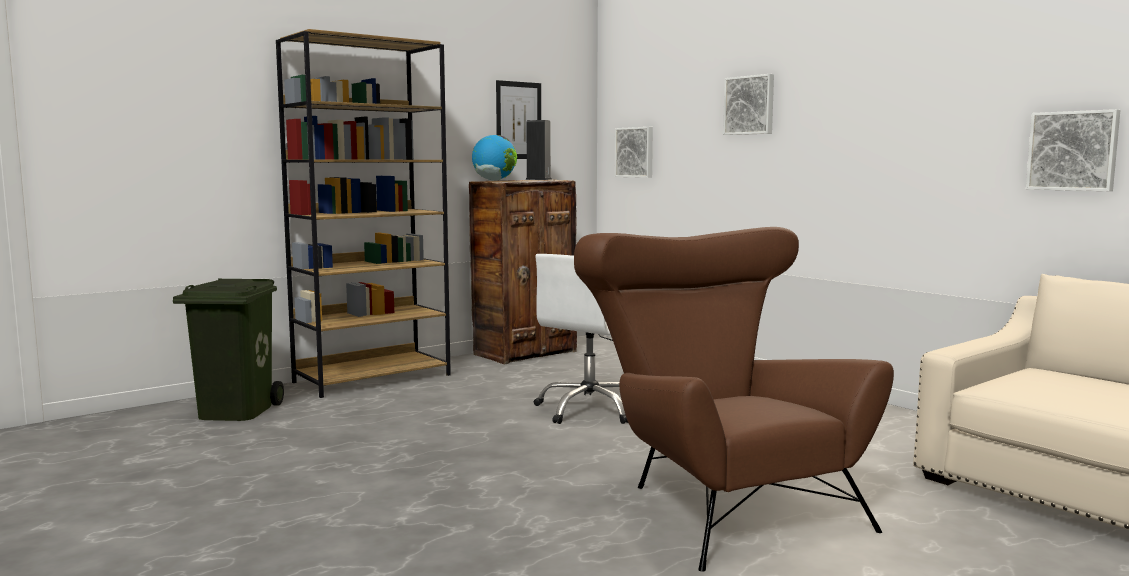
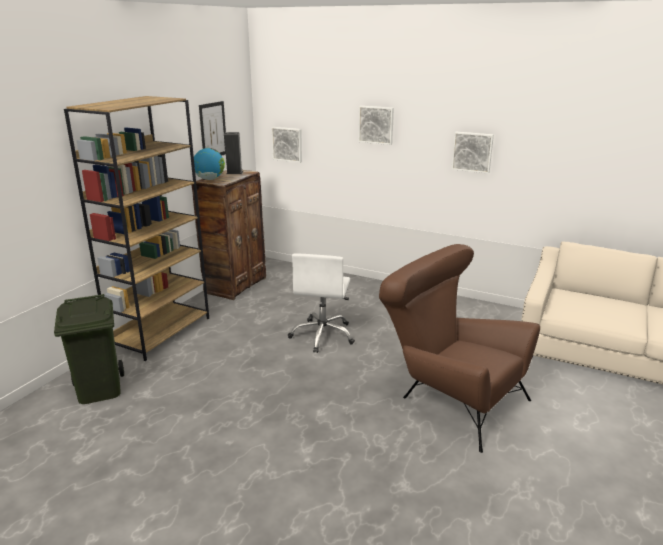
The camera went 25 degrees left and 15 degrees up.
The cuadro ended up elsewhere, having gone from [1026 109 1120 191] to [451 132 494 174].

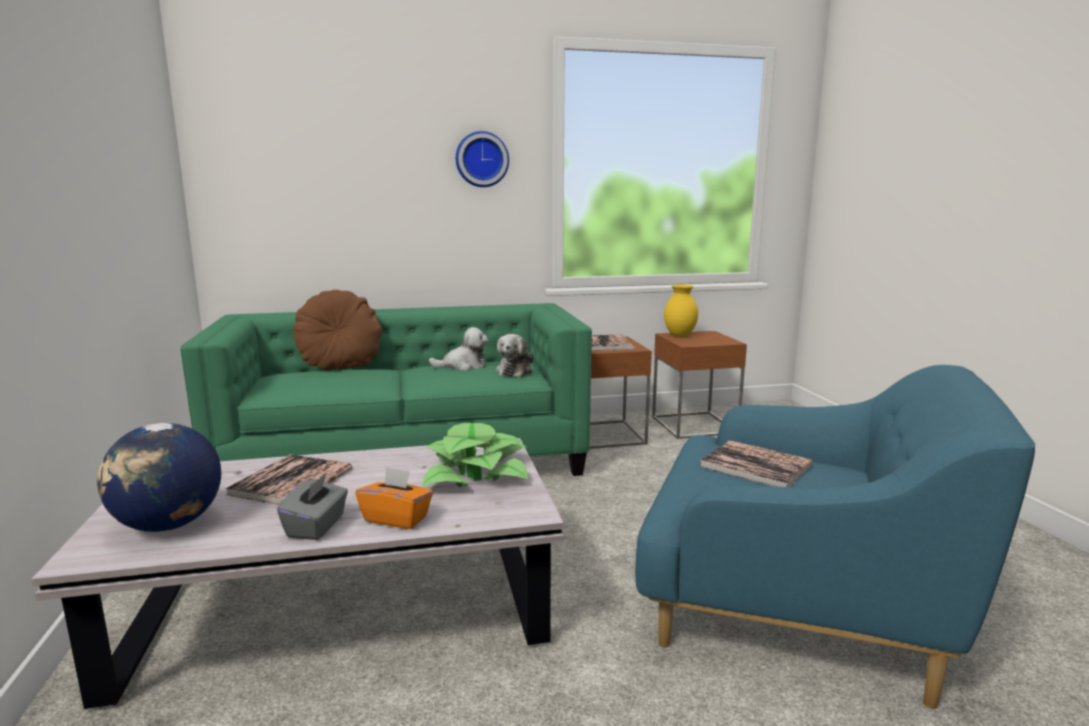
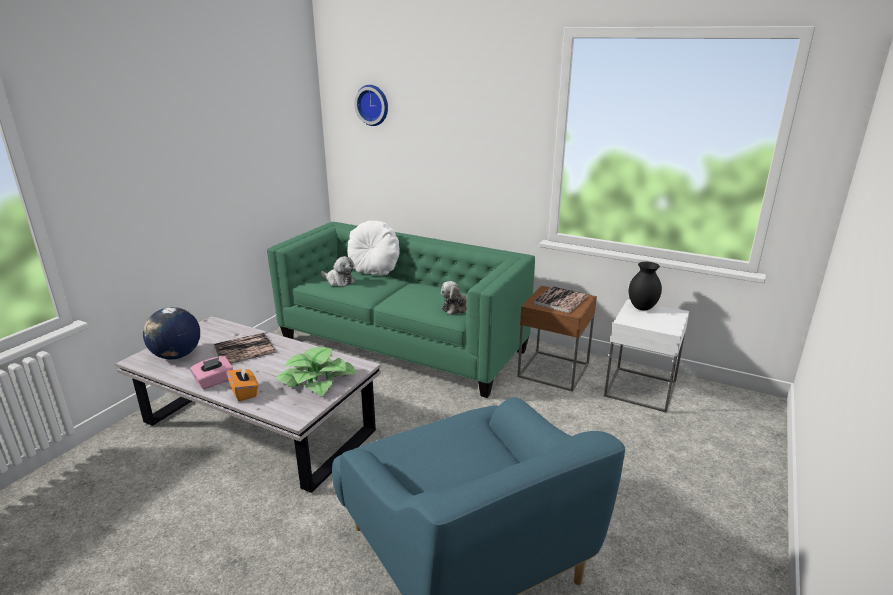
The camera went 40 degrees right and 10 degrees up.
The reloj de pared ended up elsewhere, having gone from [456 131 509 187] to [354 85 388 126].
What was the florero/amarillo at [664 285 698 337] turned into the florero/negro at [629 262 662 311].
What was the cojín/marrón at [293 290 382 370] turned into the cojín/blanco at [347 220 400 275].
The peluche ended up elsewhere, having gone from [429 327 489 371] to [321 256 355 287].
What was the mesa auxiliar/marrón at [652 331 747 439] turned into the mesa auxiliar/blanco at [604 299 689 413].
The second view lost the libro at [699 440 813 487].
What was the caja de pañuelos/gris at [277 473 348 540] turned into the caja de pañuelos/rosa at [190 356 233 389].

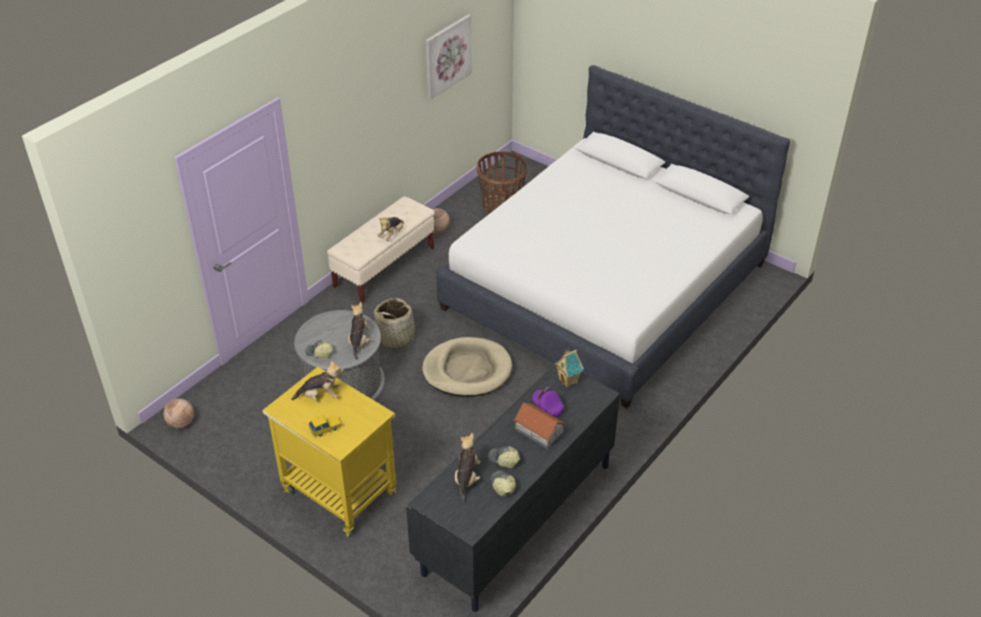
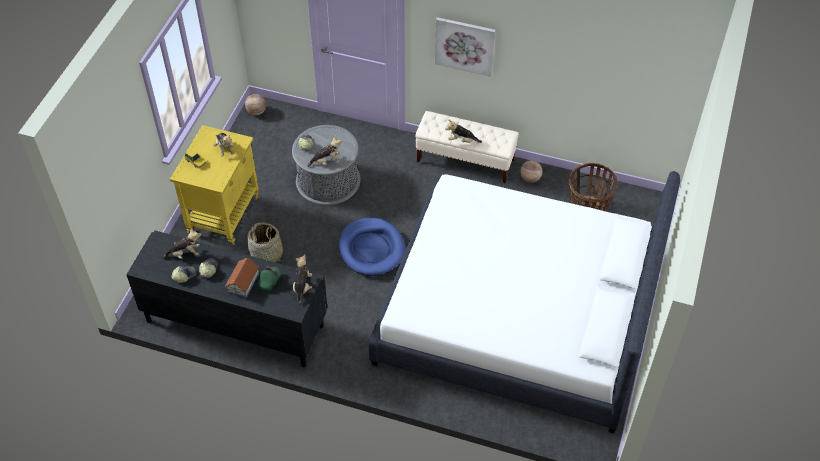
The camera went 70 degrees right and 10 degrees up.
The cuadro ended up elsewhere, having gone from [426 14 472 100] to [435 17 496 77].
The cesta ended up elsewhere, having gone from [374 298 422 349] to [247 222 283 263].
What was the cama para perro/beis at [422 337 512 397] turned into the cama para perro/azul at [339 218 406 276].
Where the casita stood at [555 348 584 387], the peluche came to stand at [293 255 312 306].
What was the gorra/morado at [532 387 564 417] turned into the gorra/verde at [258 267 281 291].

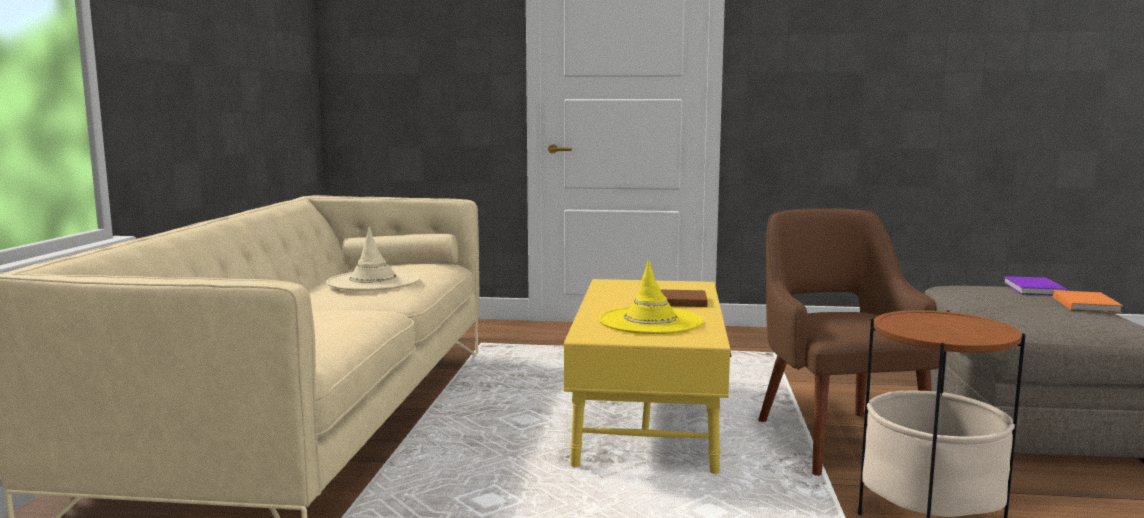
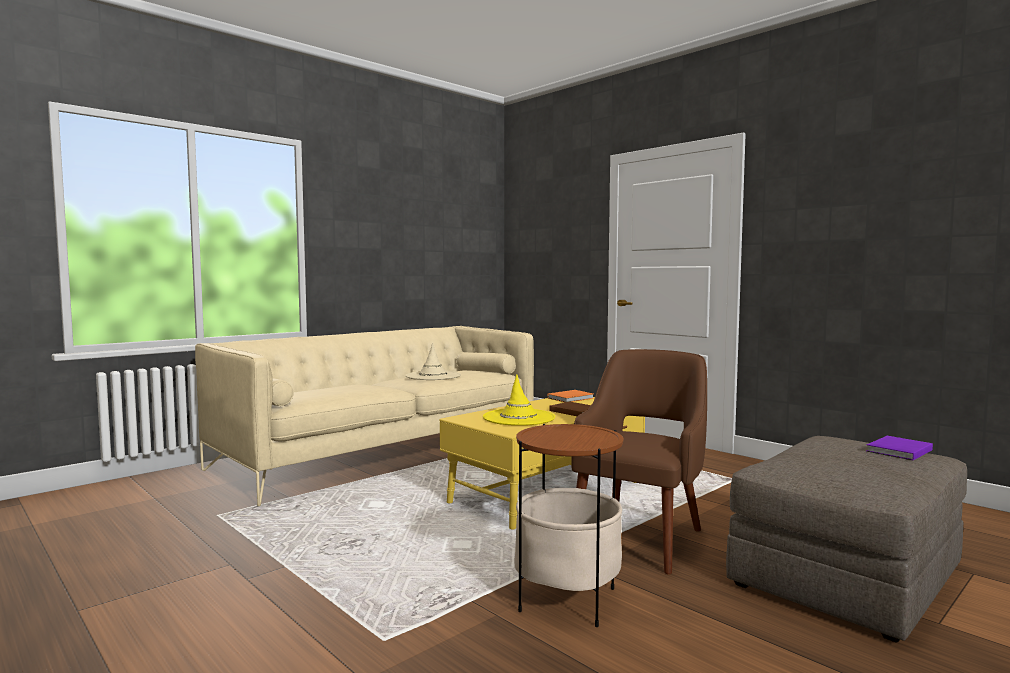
The camera went 40 degrees right and 5 degrees down.
The libro/naranja ended up elsewhere, having gone from [1053 290 1123 313] to [547 390 594 402].

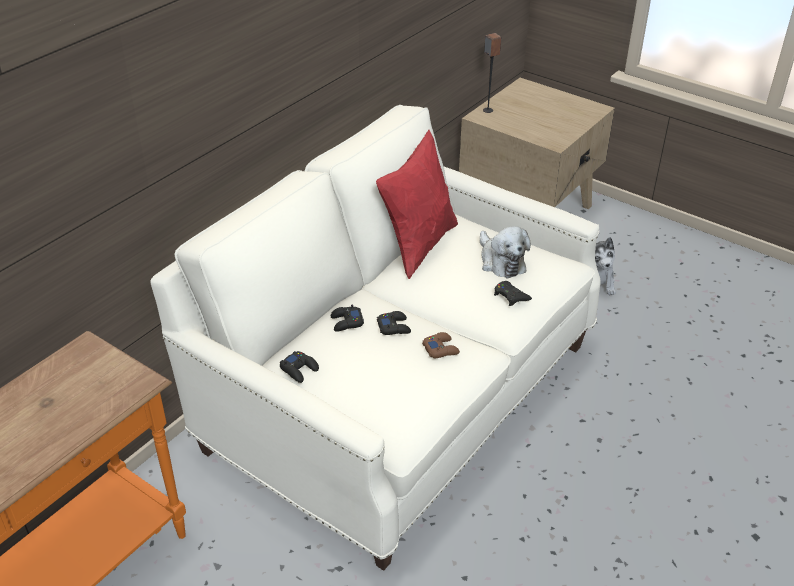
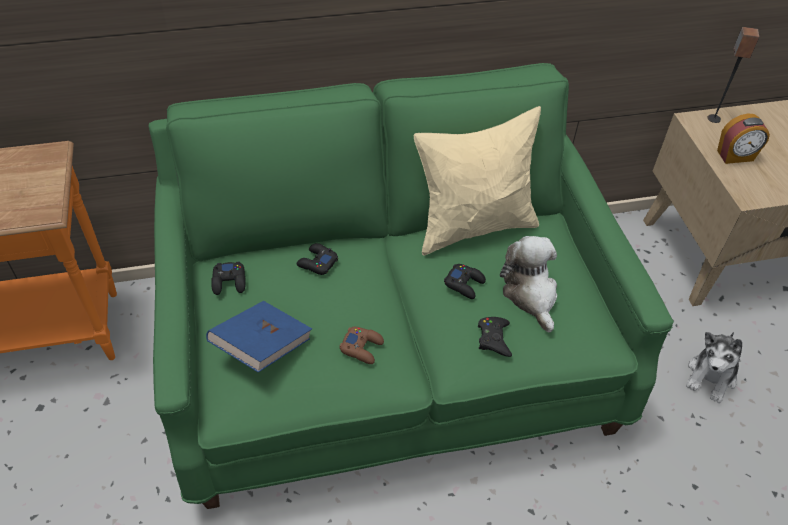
The camera went 40 degrees right and 10 degrees up.
What was the sofá/blanco at [151 105 601 571] turned into the sofá/verde at [149 63 674 509].
What was the cojín/rojo at [376 130 458 279] turned into the cojín/beis at [414 106 541 256].
The peluche at [480 226 531 278] ended up facing another way, 150 degrees clockwise from before.
The mando de consola/negro ended up elsewhere, having gone from [377 311 411 335] to [444 264 486 299].
The second view gained the despertador at [717 113 770 164].
The second view gained the libro/azul at [206 301 312 372].

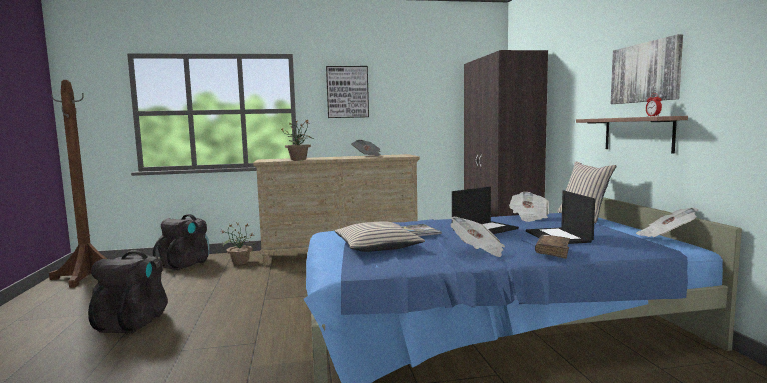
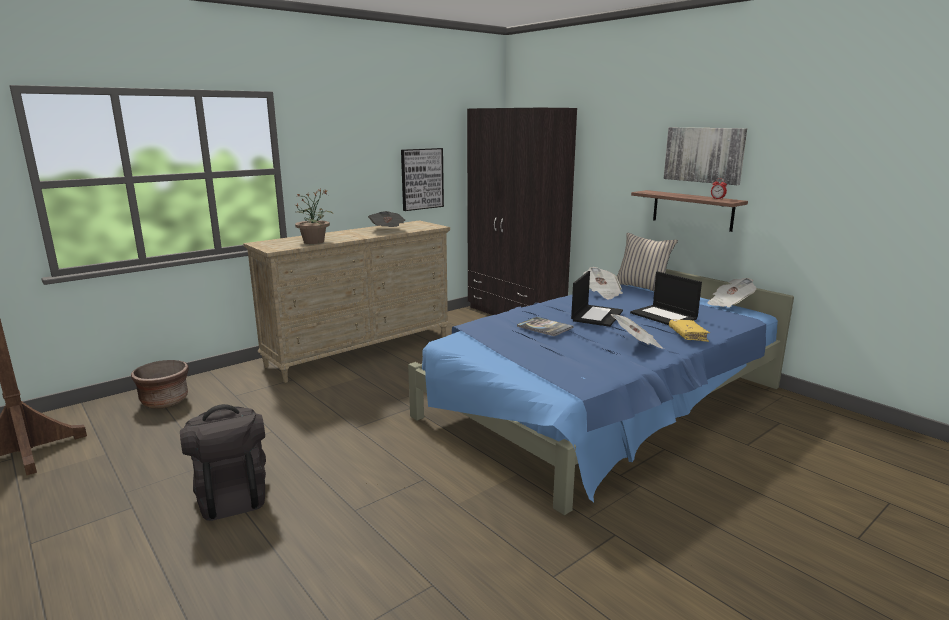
The camera went 30 degrees left and 10 degrees up.
The cuadro ended up elsewhere, having gone from [326 66 369 118] to [401 148 444 211].
Where the mochila/negro stood at [153 214 209 270], the maceta/marrón came to stand at [131 360 189 408].
The second view lost the cojín/beis at [335 221 425 252].
The second view lost the planta en maceta at [222 222 254 265].
What was the libro/marrón at [535 235 570 259] turned into the libro/amarillo at [669 320 710 342].

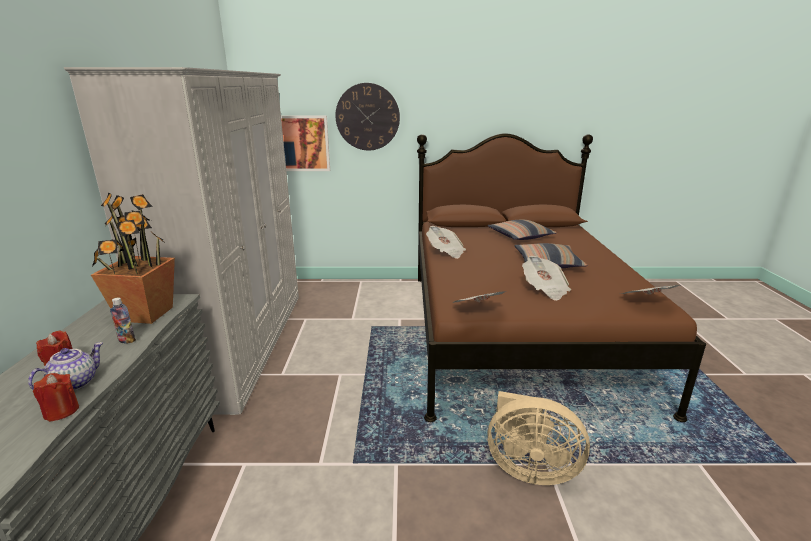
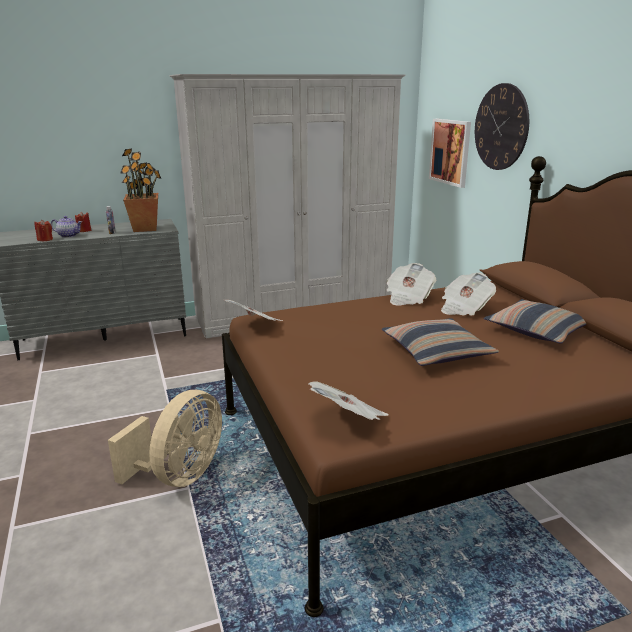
The camera went 70 degrees right and 0 degrees up.
The periódico ended up elsewhere, having gone from [522 256 571 301] to [441 273 496 316].
The ventilador/beis at [488 391 590 485] ended up facing another way, 150 degrees counterclockwise from before.

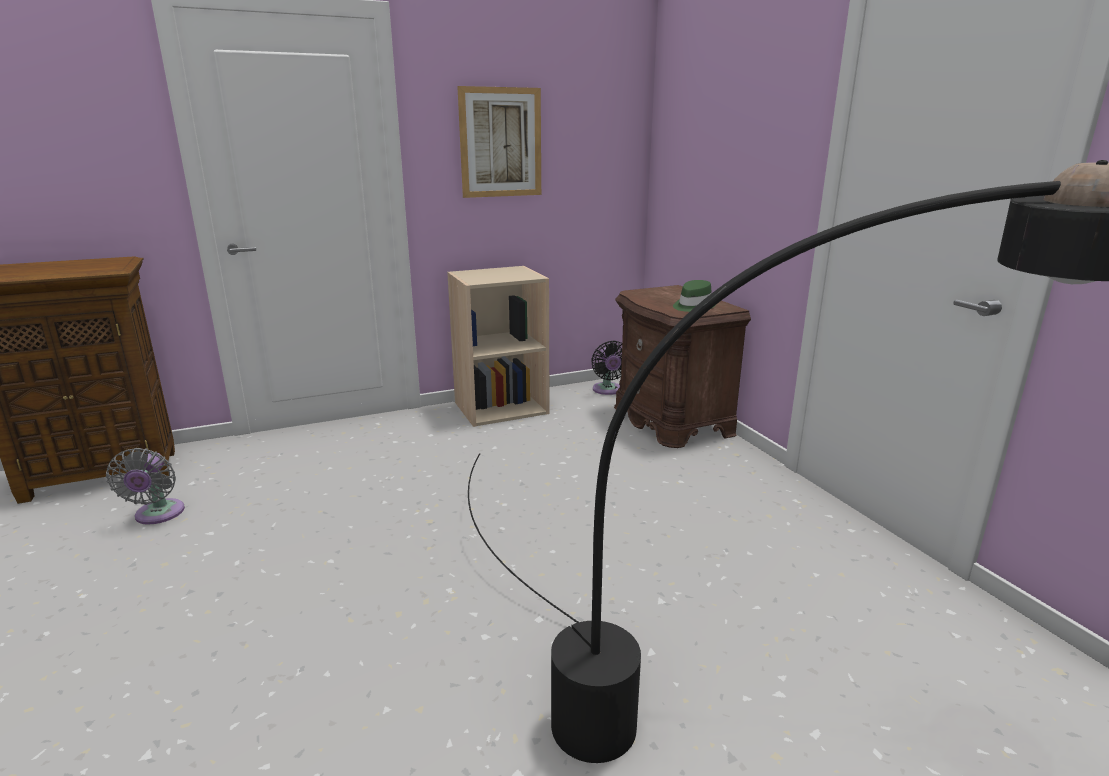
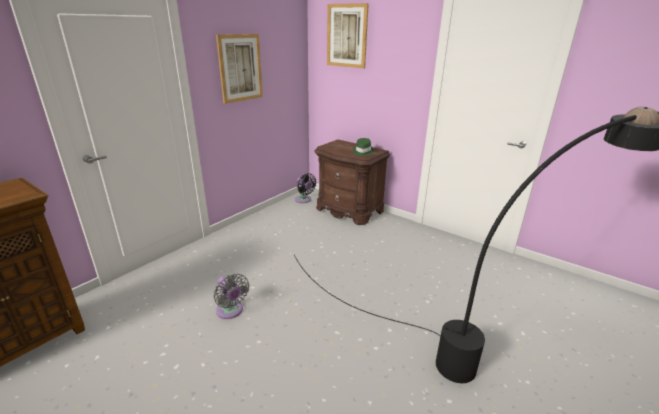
The camera went 30 degrees left and 5 degrees up.
The second view lost the estantería/beis at [447 266 549 427].
The ventilador/gris ended up elsewhere, having gone from [106 448 185 524] to [214 274 249 319].
The second view gained the cuadro at [327 3 369 68].

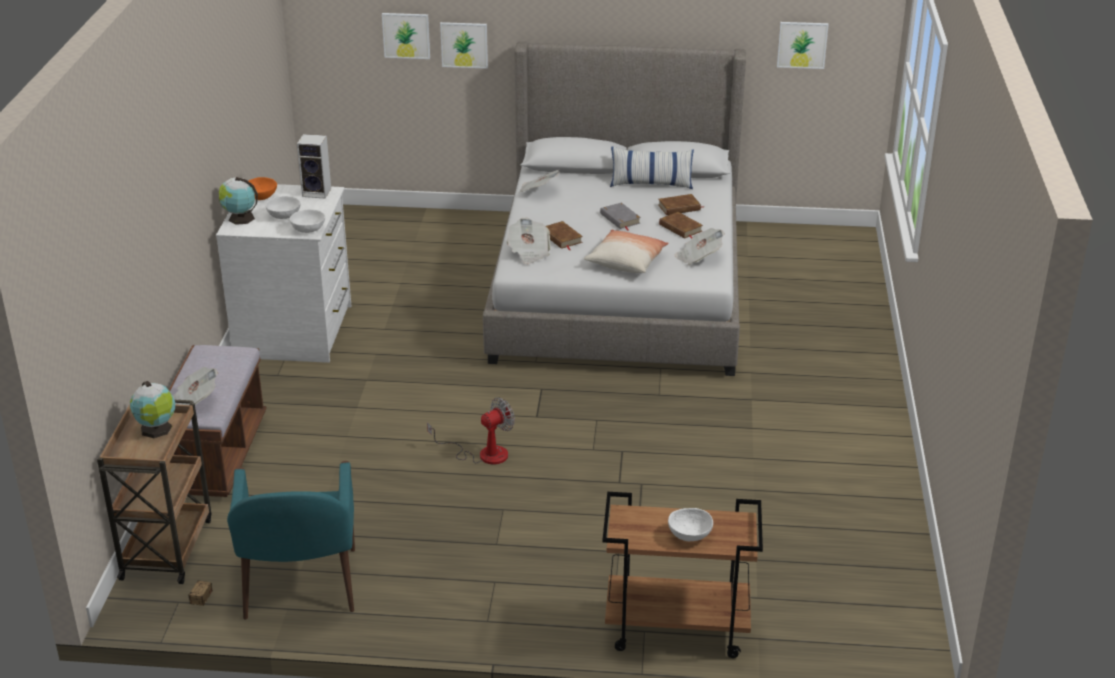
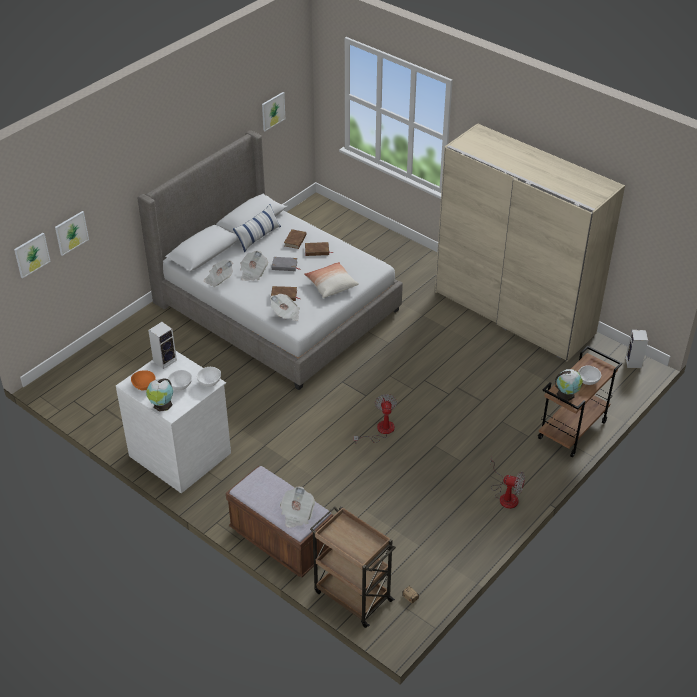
The camera went 55 degrees left and 10 degrees up.
The cuadro ended up elsewhere, having gone from [440 22 488 69] to [14 233 51 278].
The periódico ended up elsewhere, having gone from [675 228 725 265] to [240 251 268 281].
The globo terráqueo ended up elsewhere, having gone from [130 381 175 438] to [555 369 583 401].
The second view lost the sillón/turquesa at [227 461 355 620].
The second view gained the armario ropero/beis at [435 123 625 361].
The second view gained the altavoz at [625 330 648 369].
The second view gained the ventilador at [490 457 525 509].

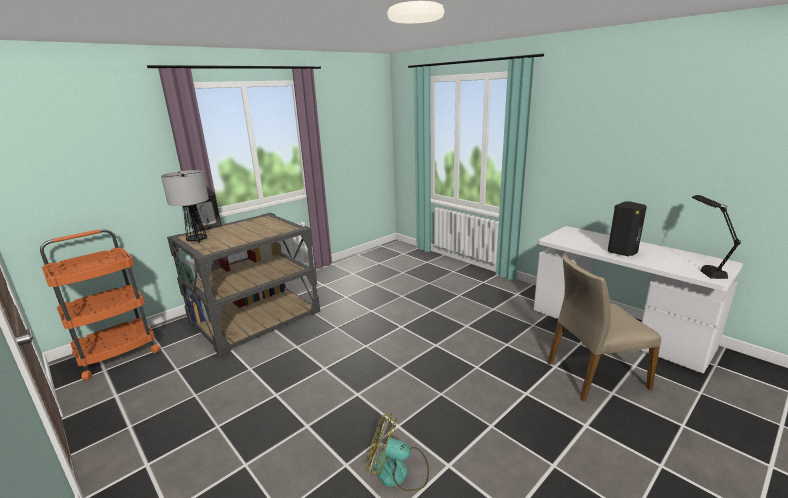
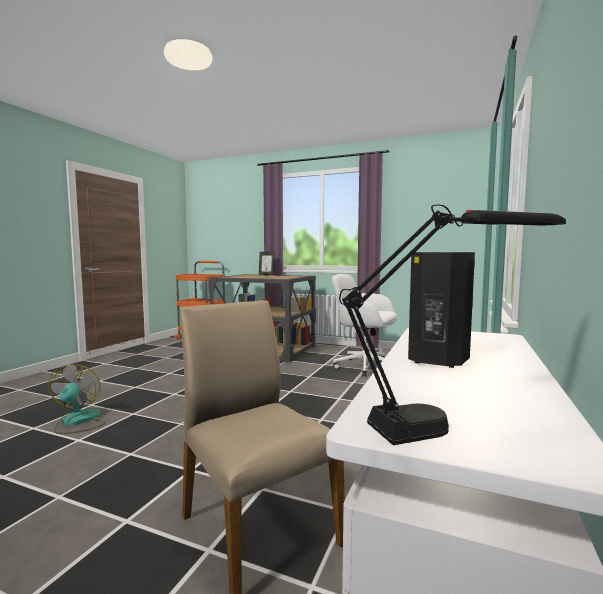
The camera went 65 degrees right and 15 degrees down.
The second view lost the lámpara de mesa at [161 170 209 242].
The second view gained the silla de oficina/blanco at [332 274 398 377].

